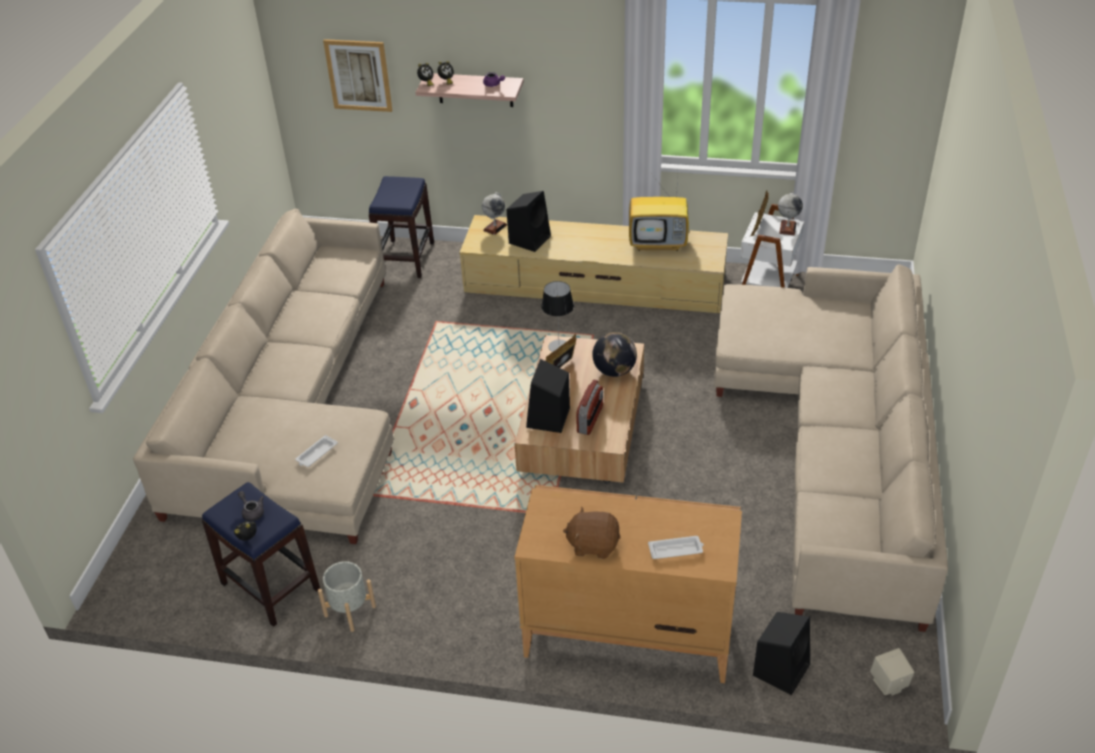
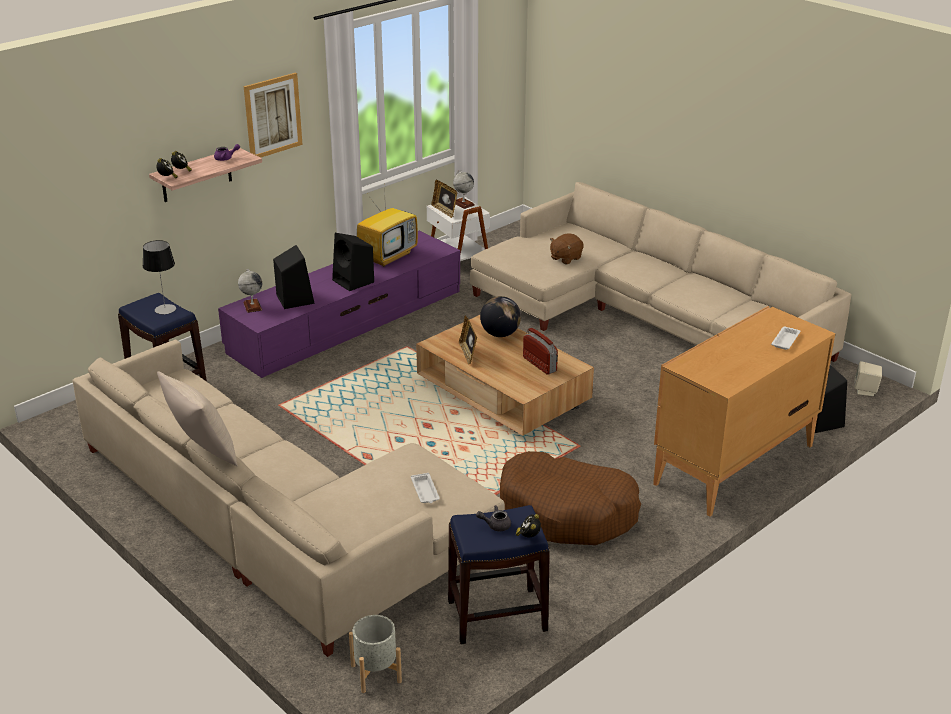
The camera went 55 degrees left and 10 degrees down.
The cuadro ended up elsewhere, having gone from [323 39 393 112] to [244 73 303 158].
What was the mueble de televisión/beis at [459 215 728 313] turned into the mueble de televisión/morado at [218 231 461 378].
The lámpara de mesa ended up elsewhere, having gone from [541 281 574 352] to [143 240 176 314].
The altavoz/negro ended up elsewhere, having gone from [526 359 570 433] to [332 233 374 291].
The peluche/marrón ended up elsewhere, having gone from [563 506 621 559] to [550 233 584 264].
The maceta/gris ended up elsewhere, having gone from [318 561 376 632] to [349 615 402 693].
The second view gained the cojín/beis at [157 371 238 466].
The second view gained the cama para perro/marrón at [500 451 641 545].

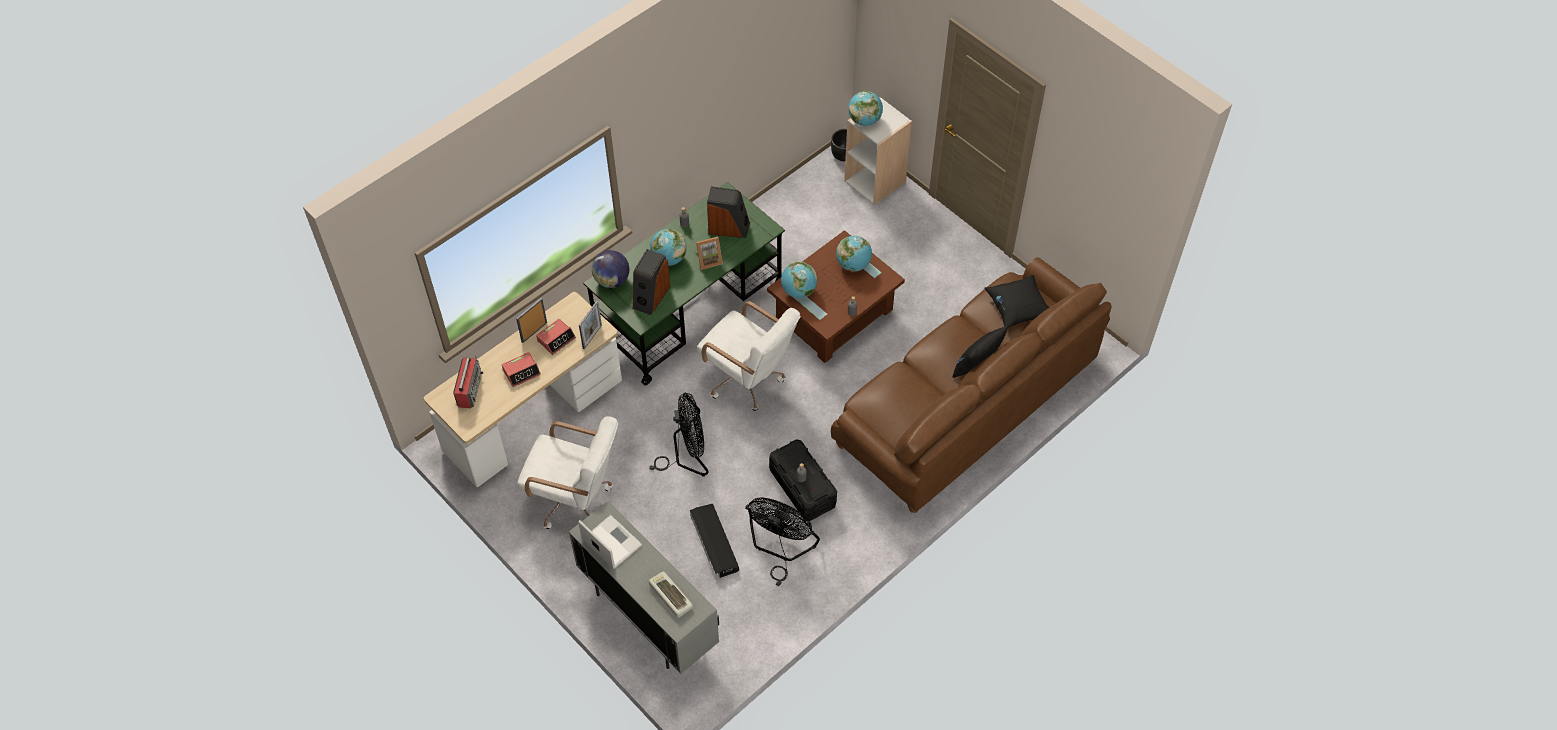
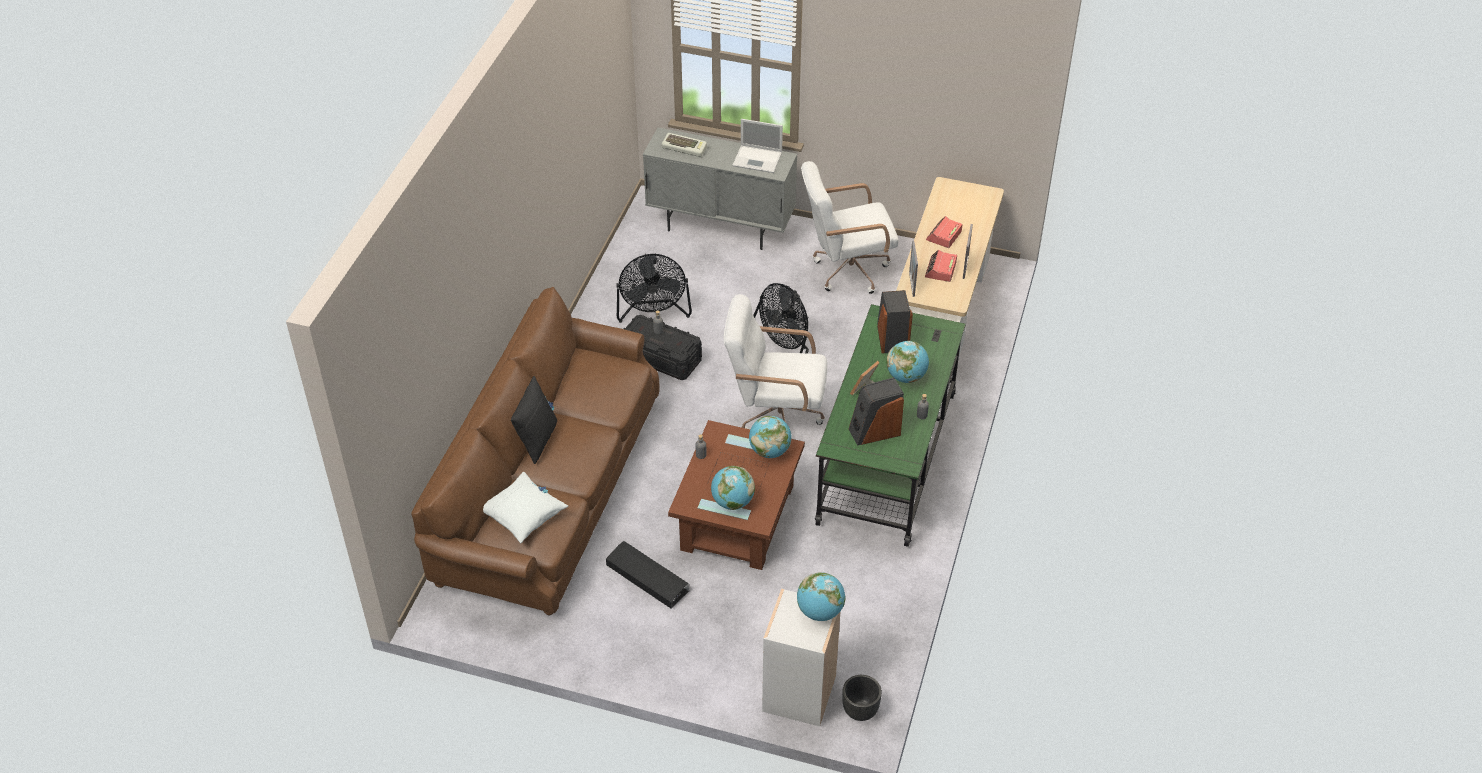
The camera went 150 degrees right and 10 degrees down.
The second view lost the globo terráqueo at [592 250 629 288].
What was the cojín/negro at [984 275 1049 327] turned into the cojín/blanco at [483 472 568 543].
The second view lost the radio at [453 356 483 408].
The caja de almacenaje/negro ended up elsewhere, having gone from [690 504 739 578] to [606 541 689 608].

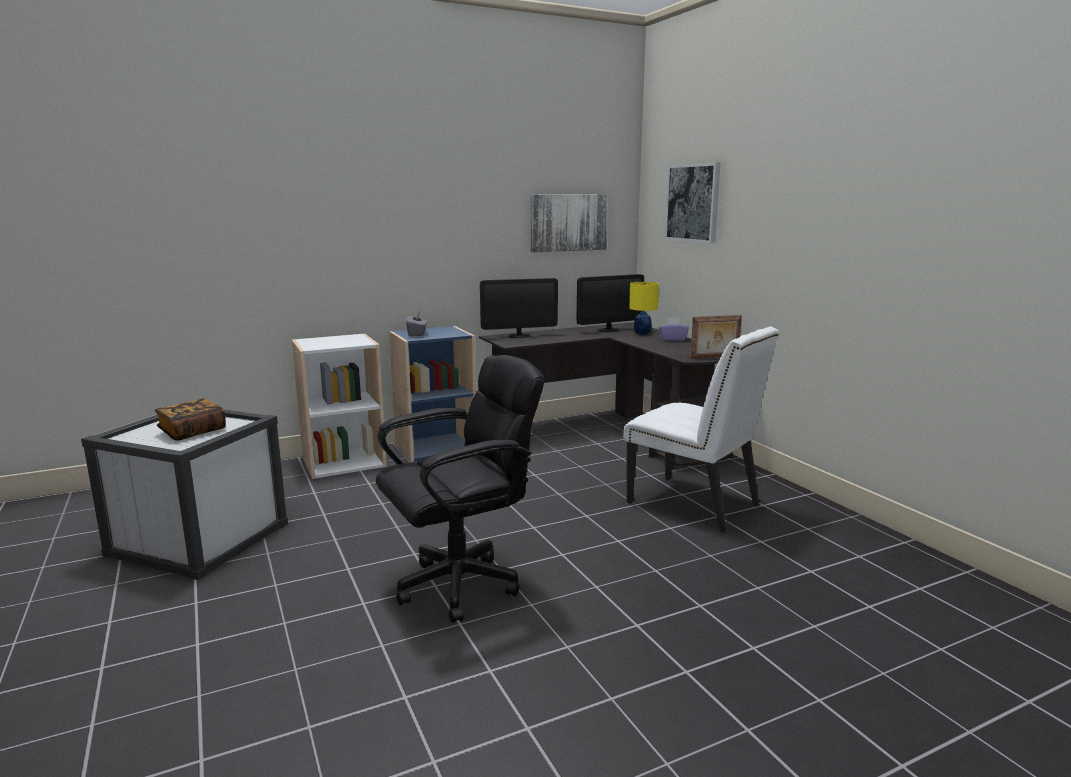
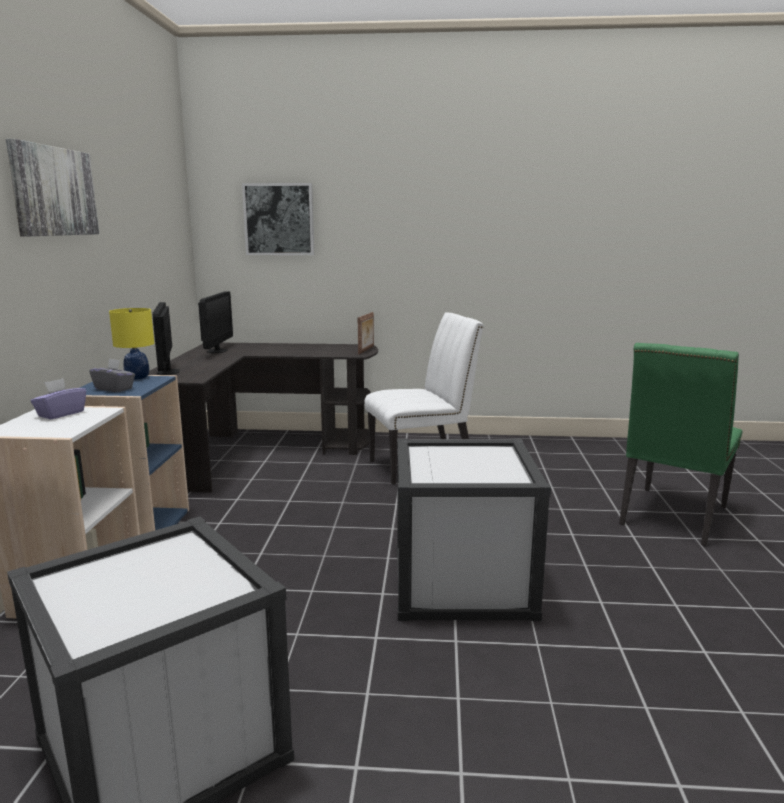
The camera went 60 degrees left and 0 degrees up.
The cuadro ended up elsewhere, having gone from [531 195 608 252] to [6 139 99 236].
The monitor at [480 278 558 338] ended up facing another way, 150 degrees clockwise from before.
The lámpara de mesa/amarillo ended up elsewhere, having gone from [629 282 659 335] to [109 308 154 380].
The caja de pañuelos/morado ended up elsewhere, having gone from [659 318 689 341] to [31 378 86 419].
Where the silla de oficina/negro stood at [376 355 545 623], the caja de almacenaje/blanco came to stand at [397 438 551 621].
The second view lost the libro at [155 398 226 441].
The second view gained the silla/verde at [619 343 743 546].

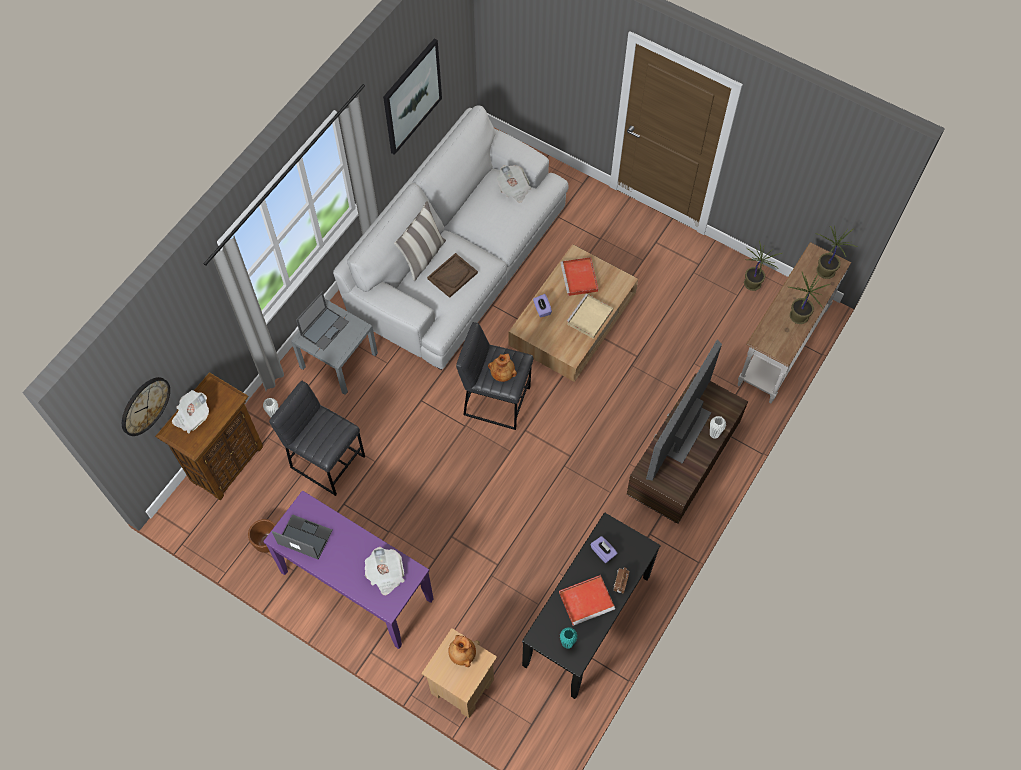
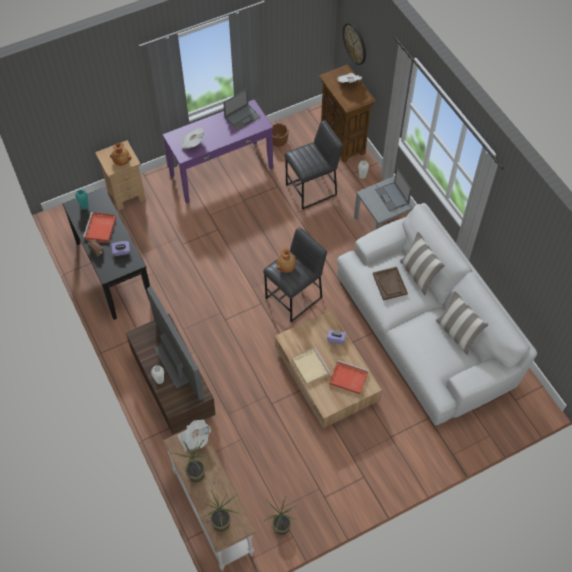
The camera went 120 degrees right and 5 degrees down.
The second view lost the cuadro at [383 39 442 155].
The periódico ended up elsewhere, having gone from [497 165 531 203] to [178 420 211 451].
The second view gained the cojín at [435 290 488 355].

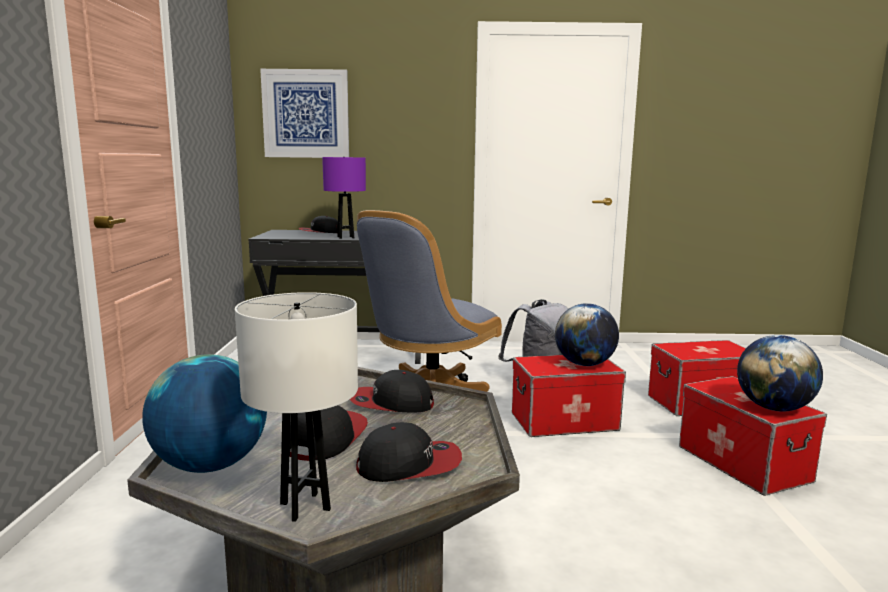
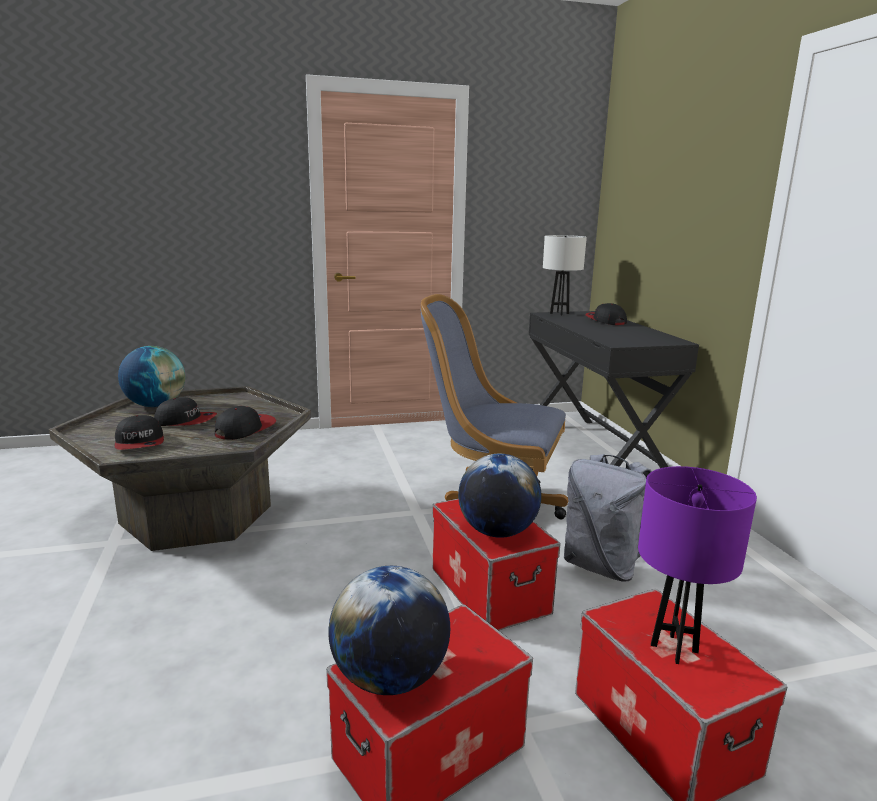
The camera went 75 degrees right and 5 degrees up.
The second view lost the cuadro at [260 69 349 158].
The lámpara de mesa/morado ended up elsewhere, having gone from [322 157 366 239] to [638 466 757 664].
The lámpara de mesa/blanco ended up elsewhere, having gone from [235 292 358 522] to [543 235 587 315].
The gorra at [350 370 434 412] ended up facing another way, 45 degrees clockwise from before.

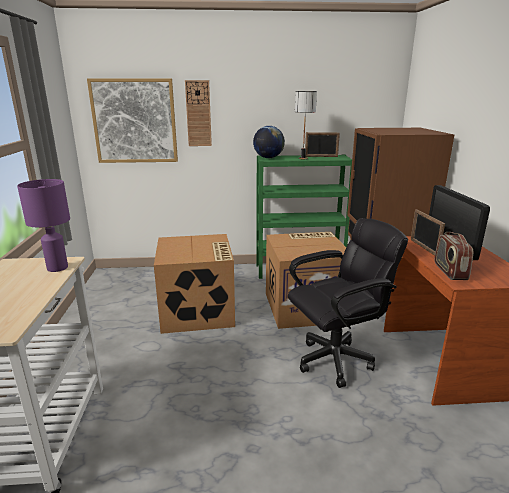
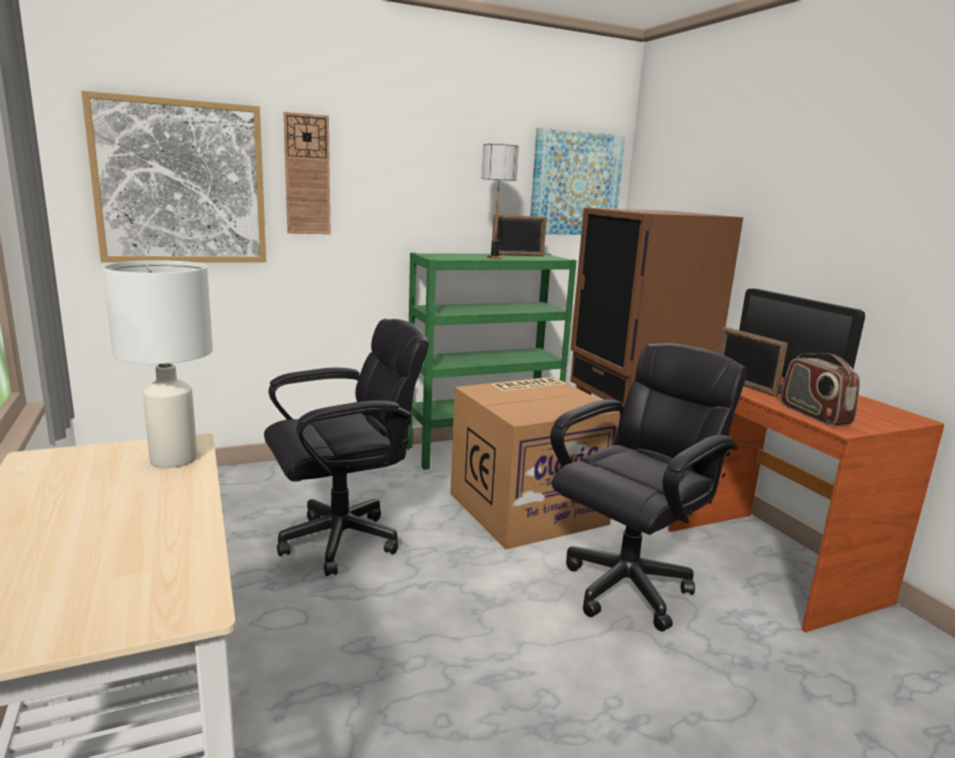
The camera went 20 degrees left and 5 degrees down.
The second view lost the globo terráqueo at [253 126 285 158].
What was the lámpara de mesa/morado at [17 179 70 272] turned into the lámpara de mesa/blanco at [103 260 213 468].
Where the caja de cartón stood at [154 234 235 334], the silla de oficina/negro came to stand at [264 319 429 576].
The second view gained the cuadro at [530 128 625 235].

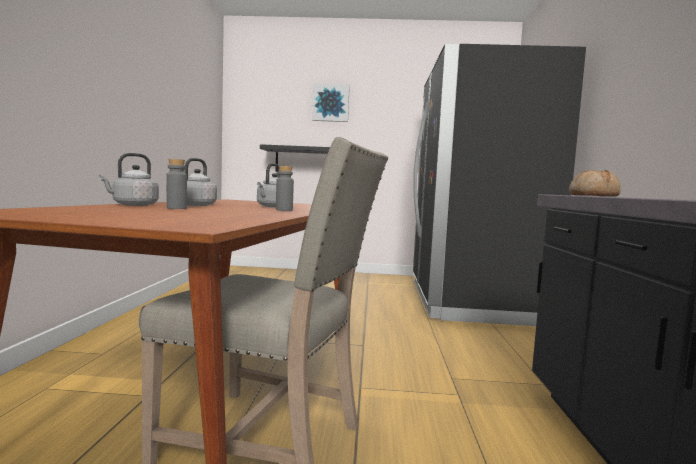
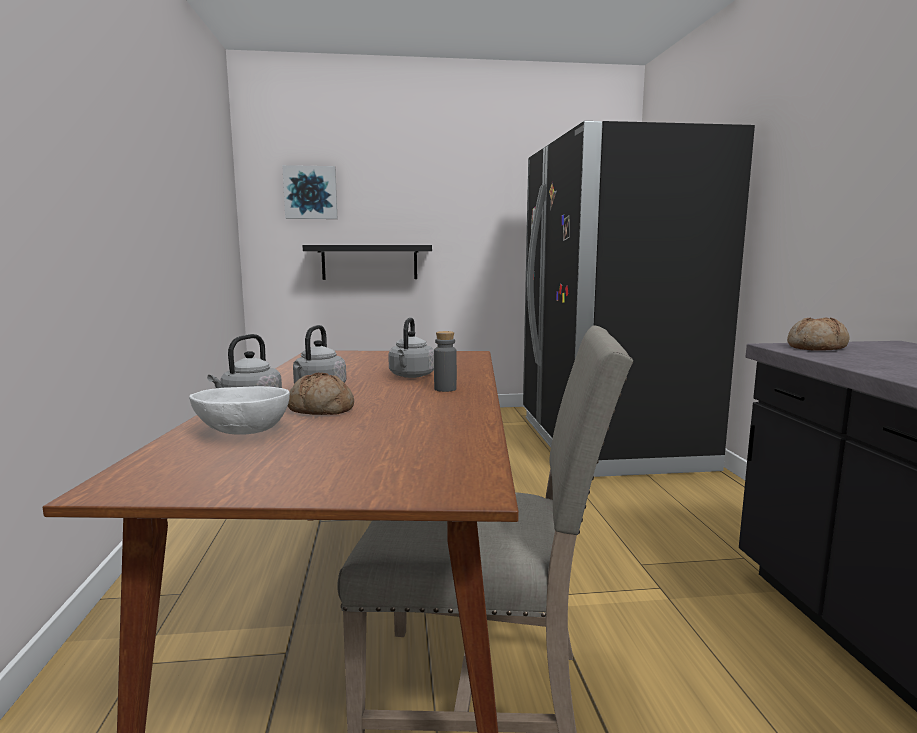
The camera went 10 degrees left and 5 degrees up.
The cuadro ended up elsewhere, having gone from [312 83 350 122] to [282 165 337 219].
Where the botella/gris stood at [166 159 187 209], the pan came to stand at [288 373 354 415].
The second view gained the cuenco/blanco at [189 386 290 435].

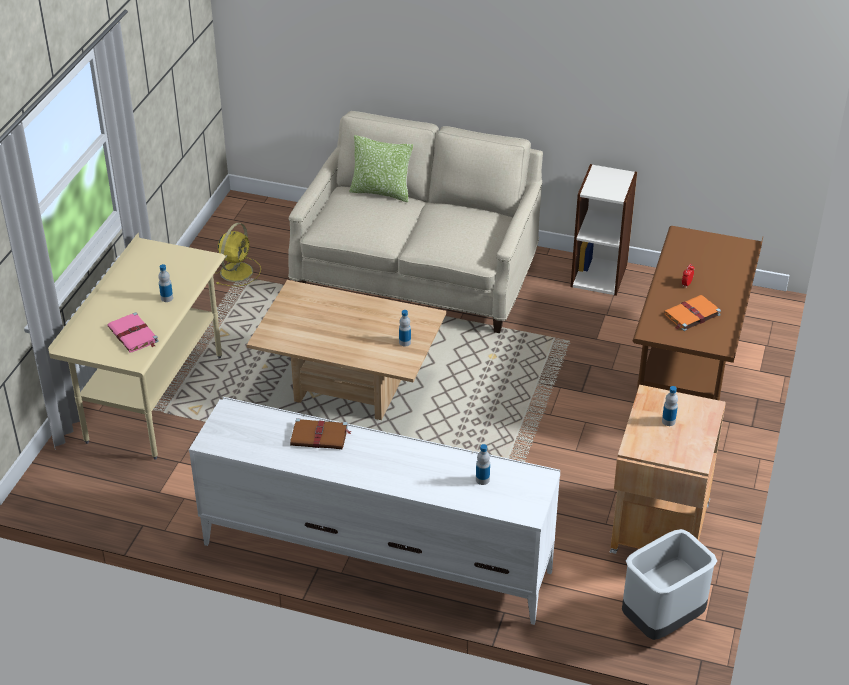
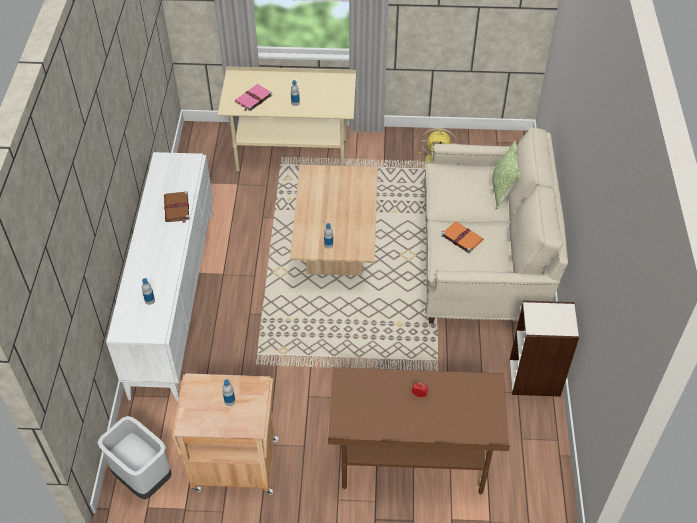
The camera went 75 degrees right and 10 degrees up.
The libro/naranja ended up elsewhere, having gone from [664 295 721 331] to [441 221 483 254].

